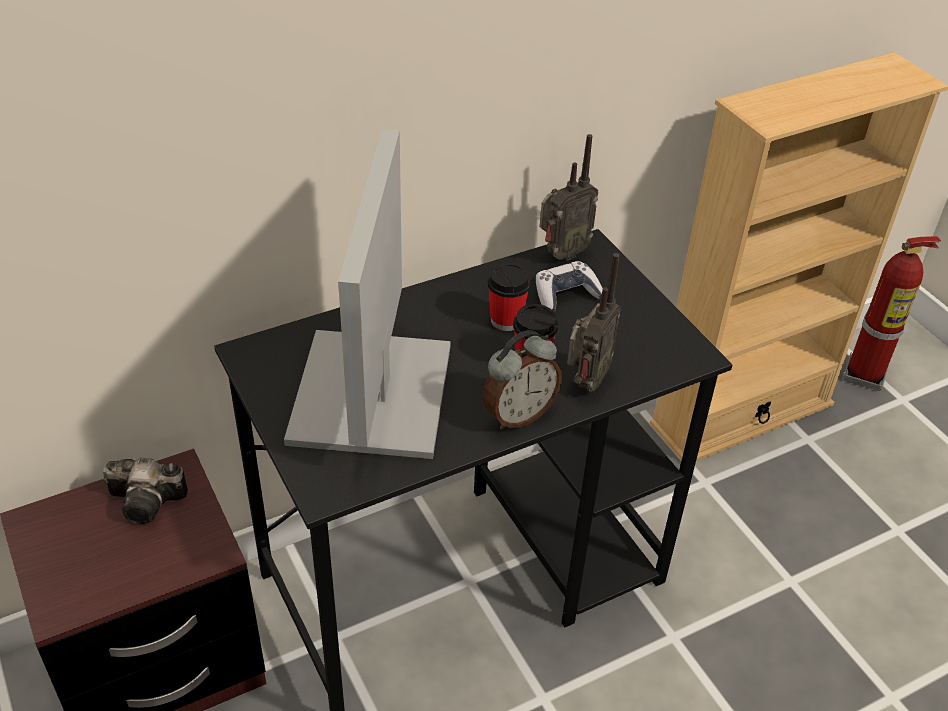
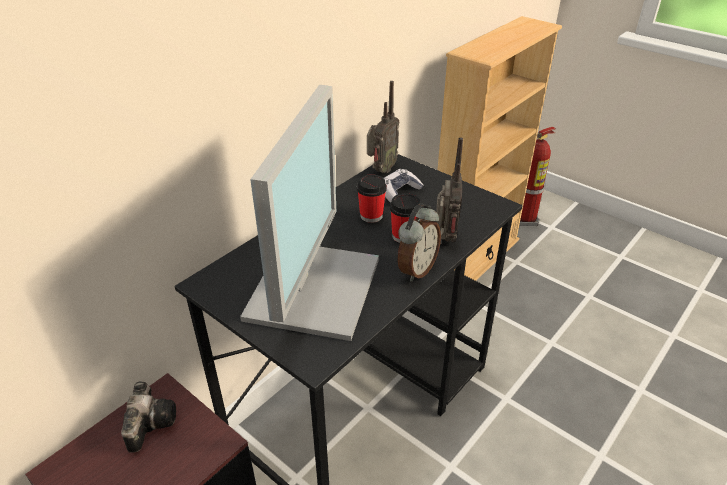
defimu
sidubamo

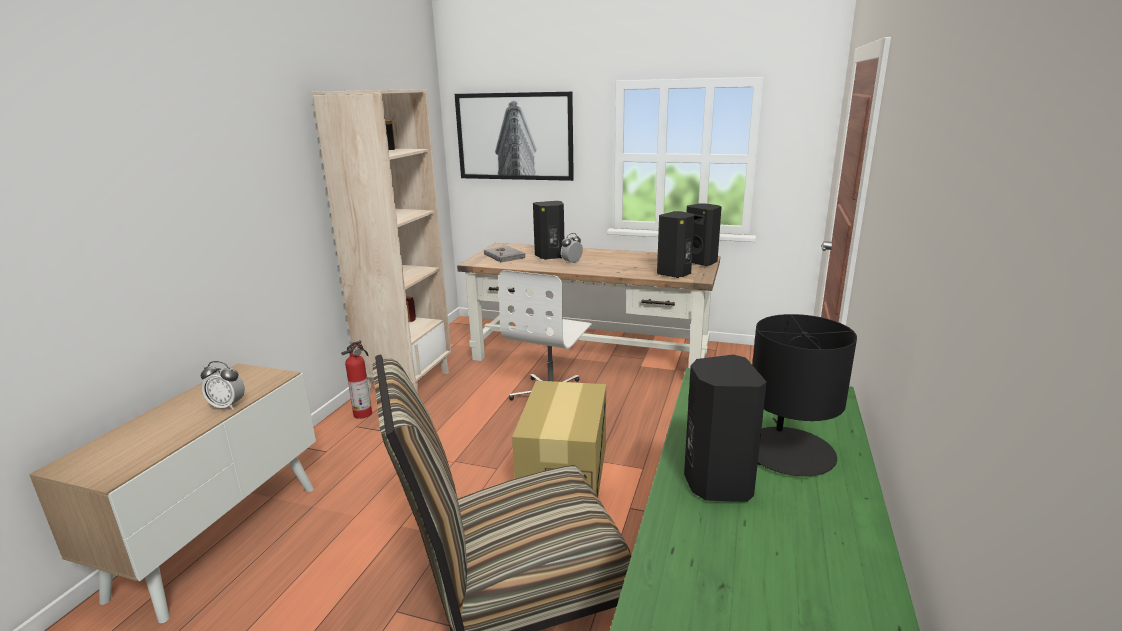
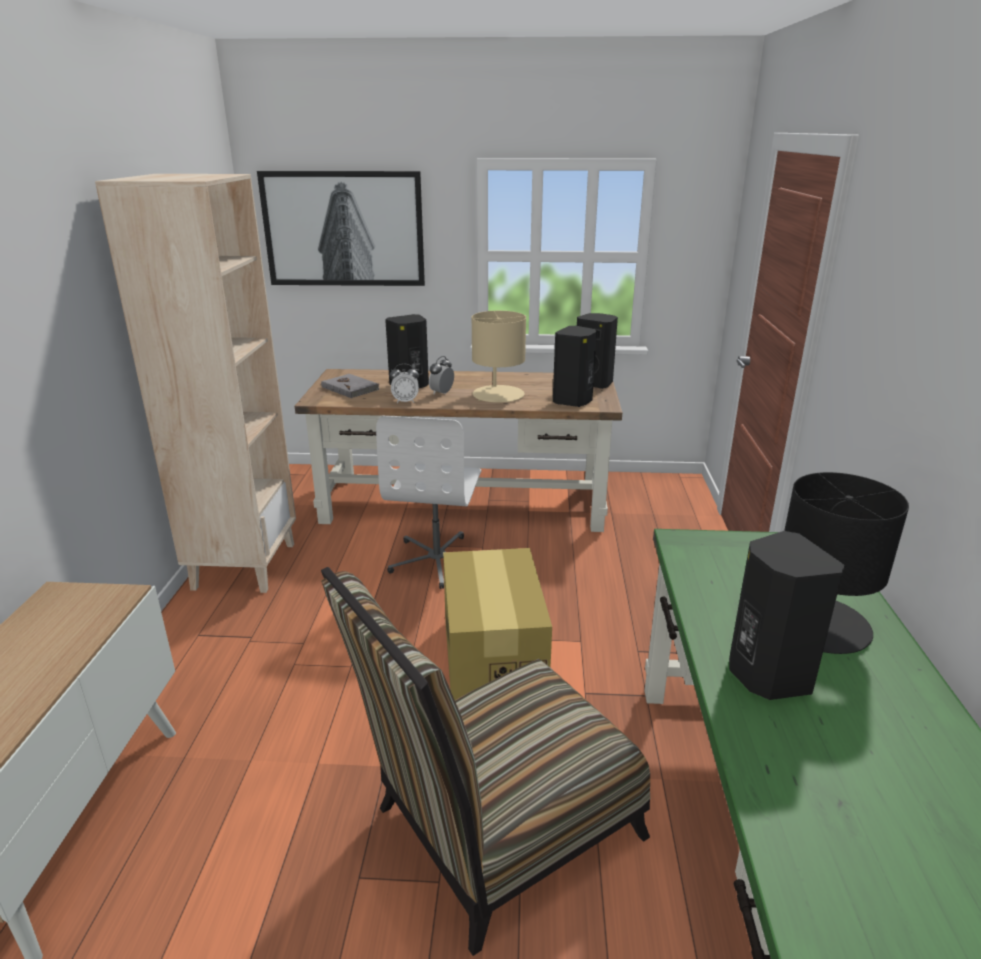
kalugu
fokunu (1st from left)
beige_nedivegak

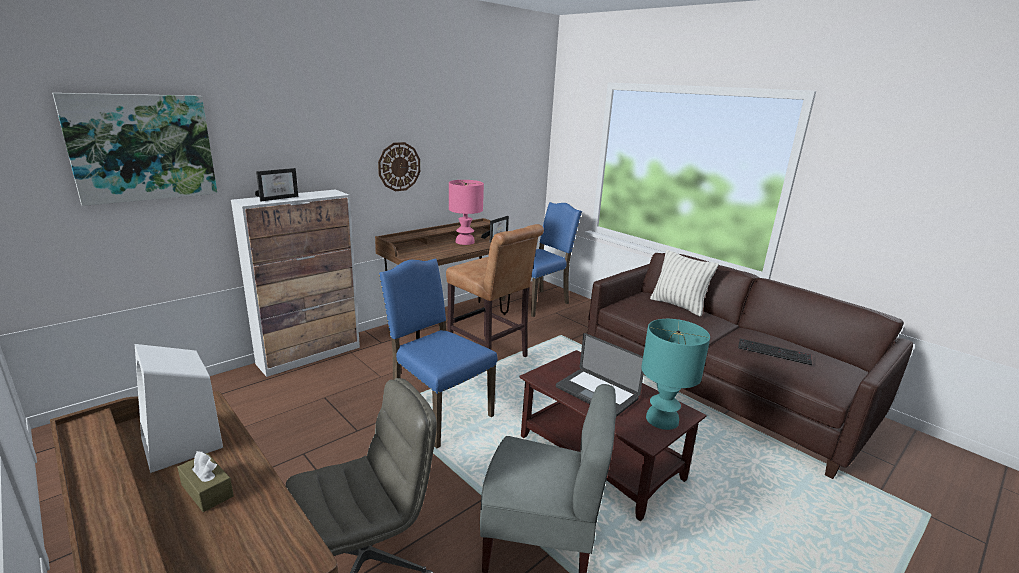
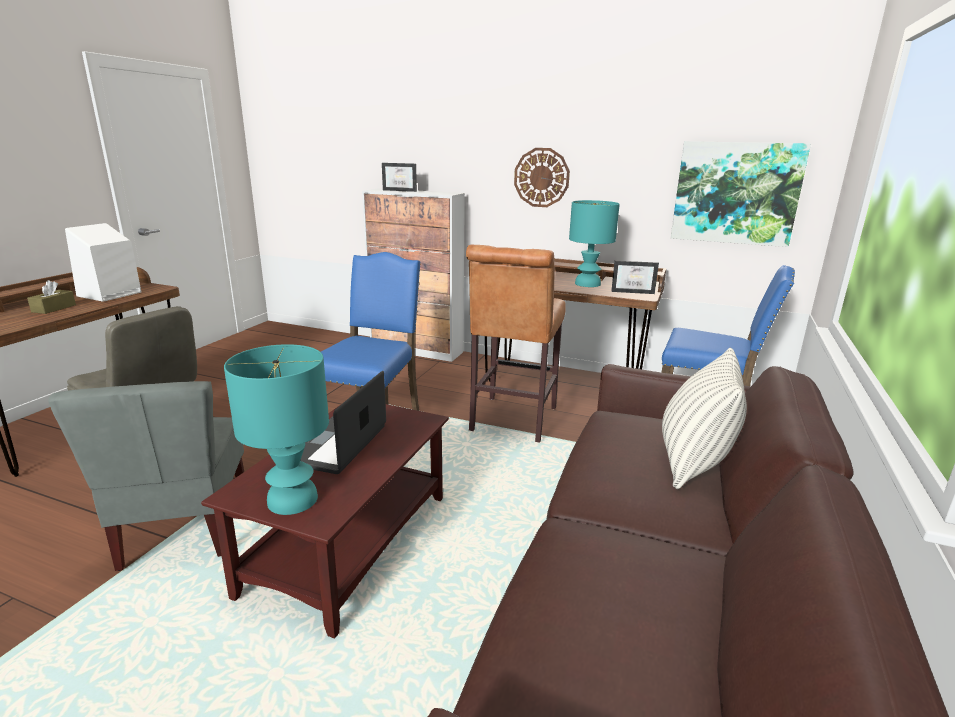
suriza
turquoise_nedivegak (2nd from left)
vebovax

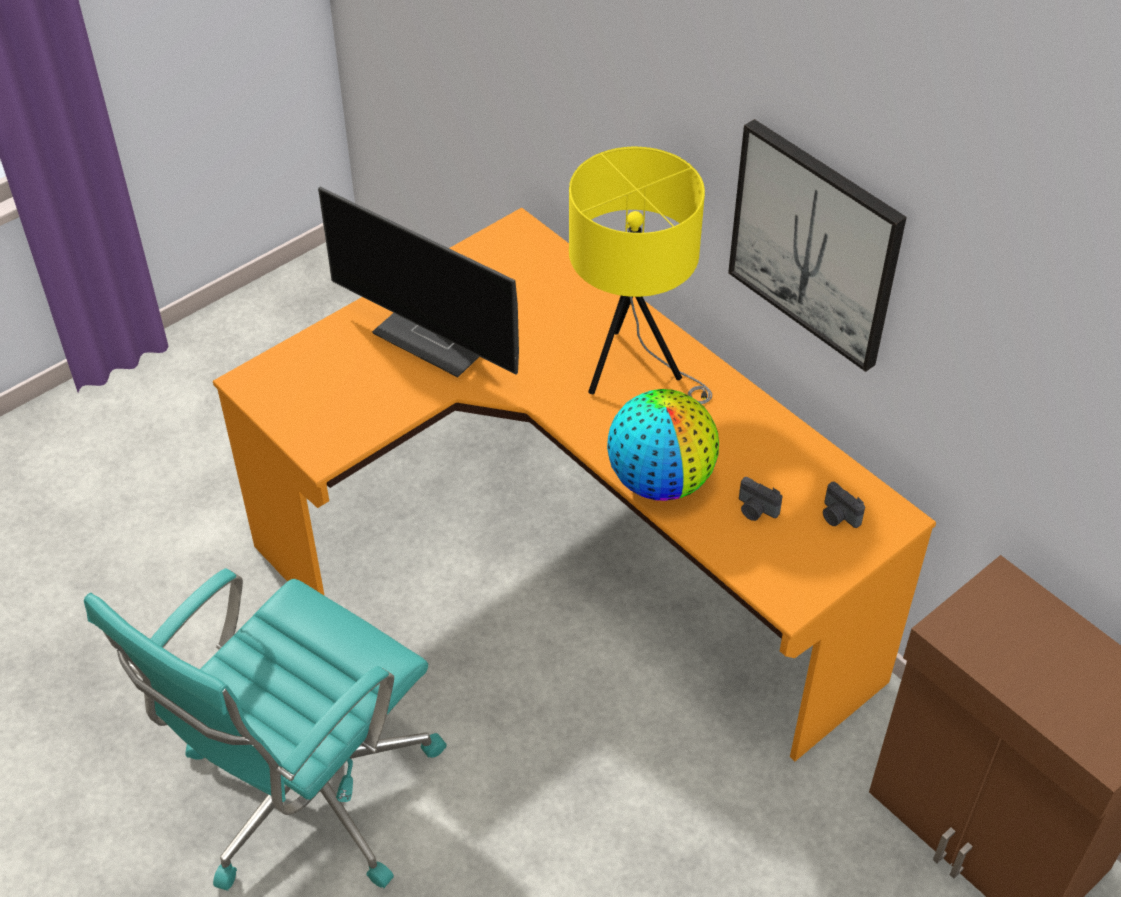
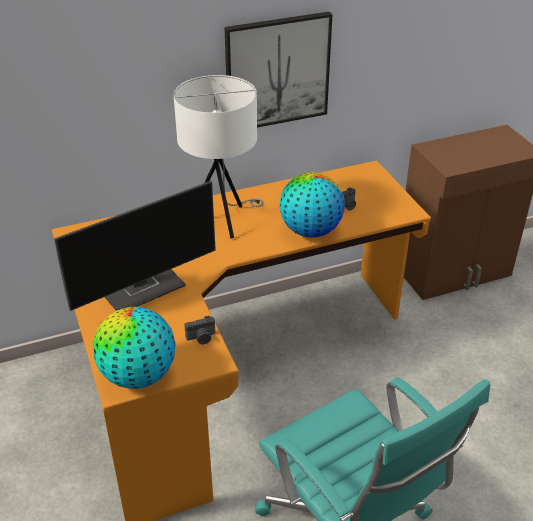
white_nedivegak
sidubamo (1st from left)
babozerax (1st from left)

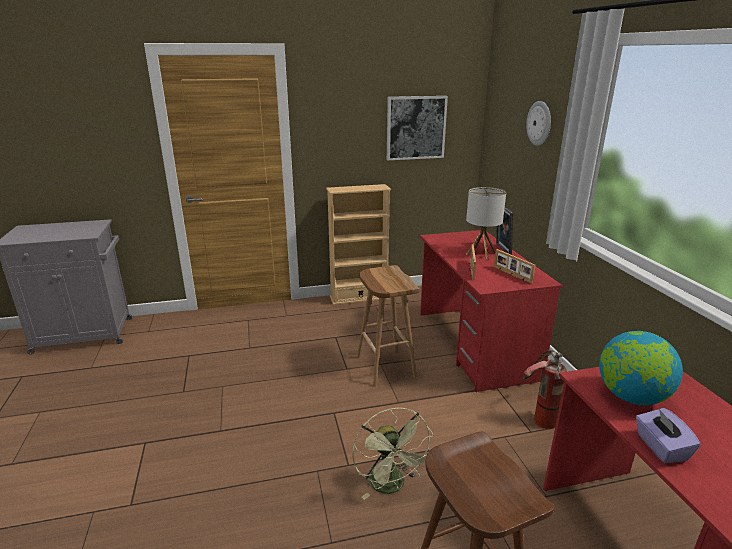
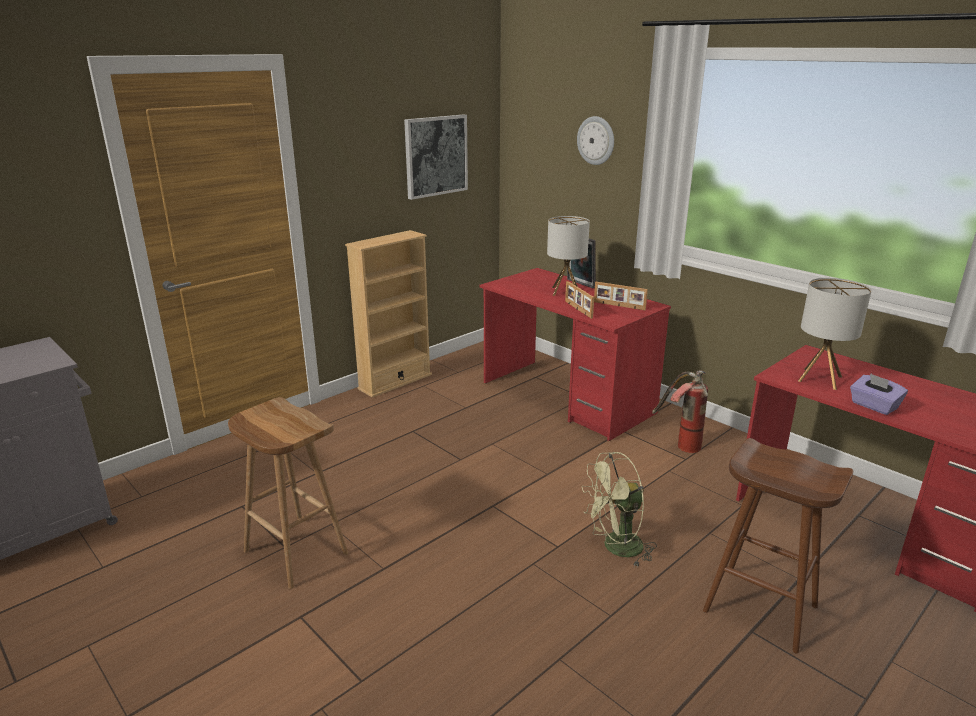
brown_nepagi (1st from left)
nedivegak (2nd from left)
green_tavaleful

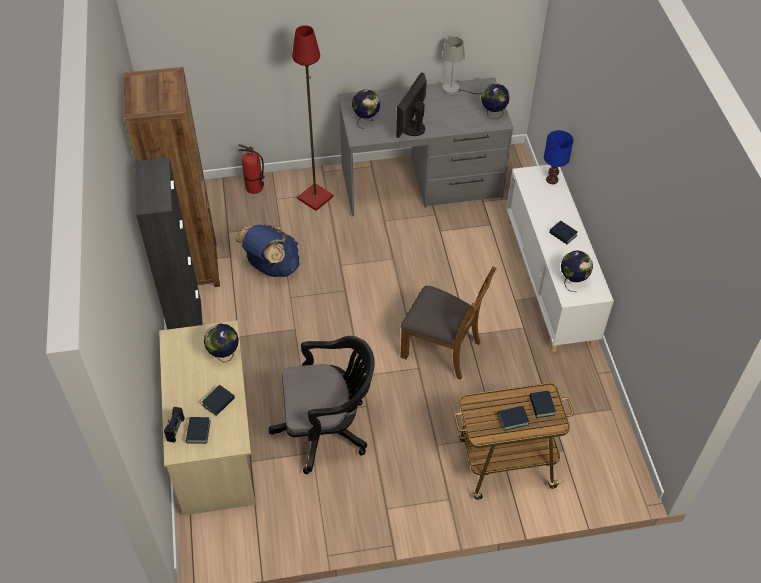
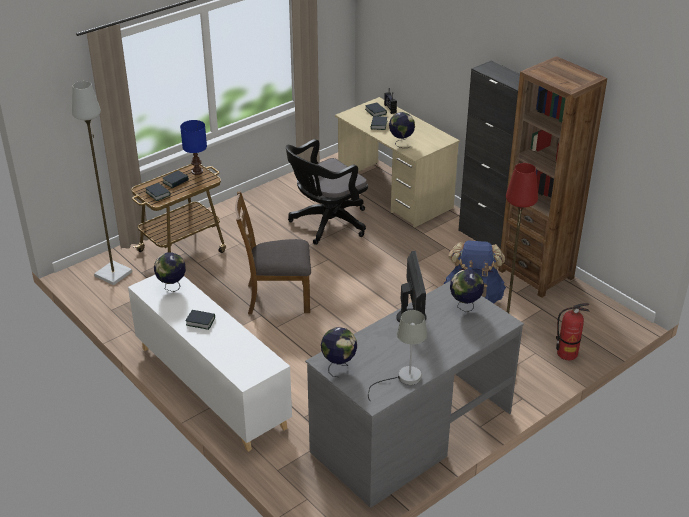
blue_nedivegak
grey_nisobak

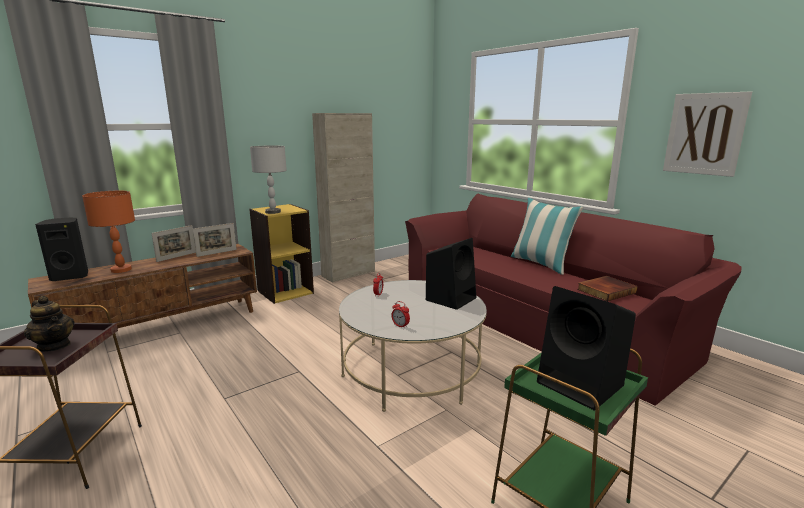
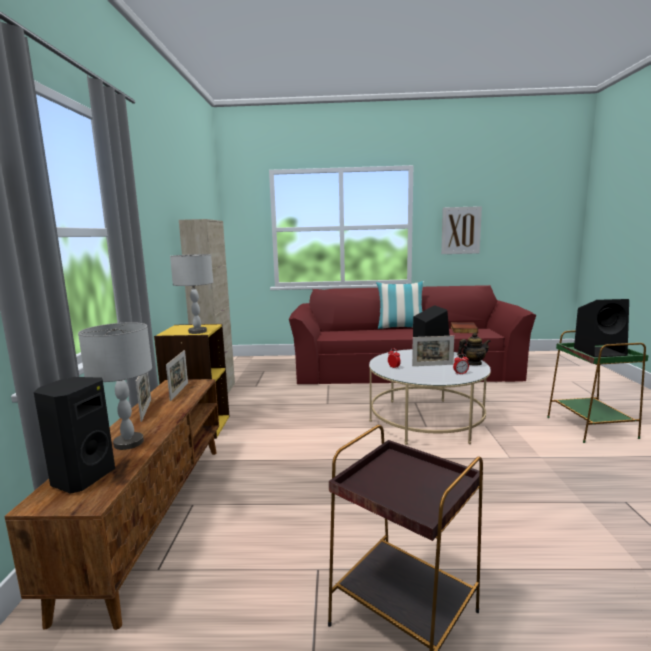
grey_nedivegak (1st from left)
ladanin
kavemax (3rd from left)

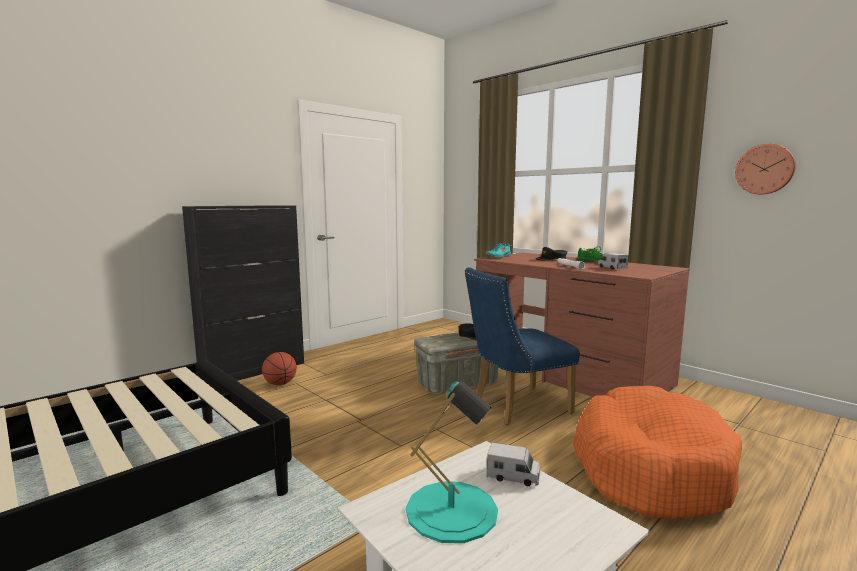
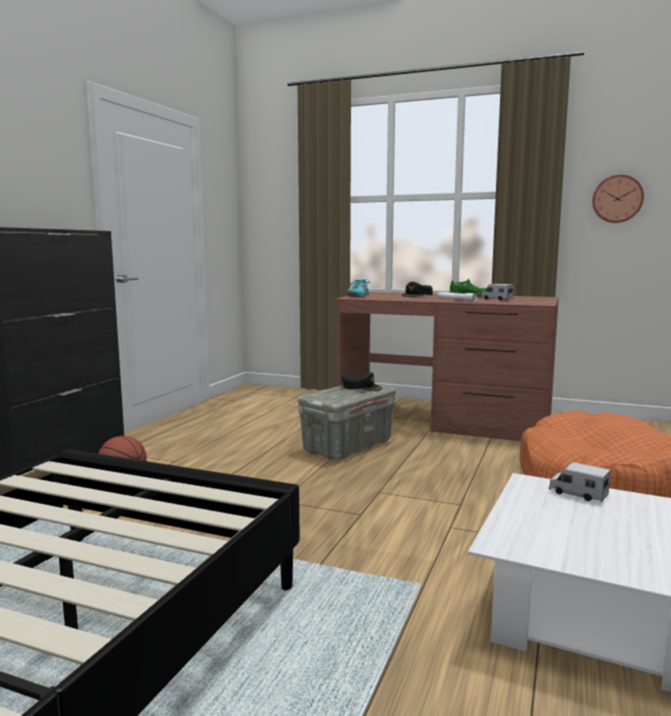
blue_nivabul
turquoise_nedivegak
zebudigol (2nd from left)

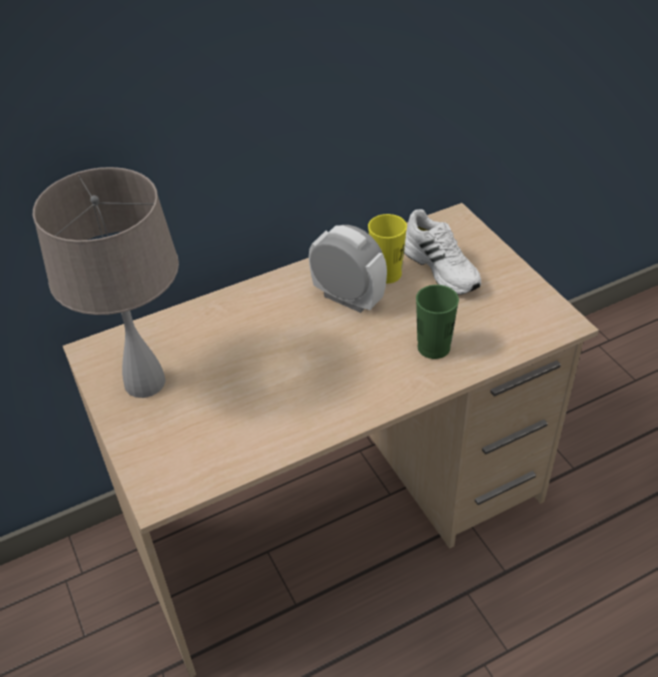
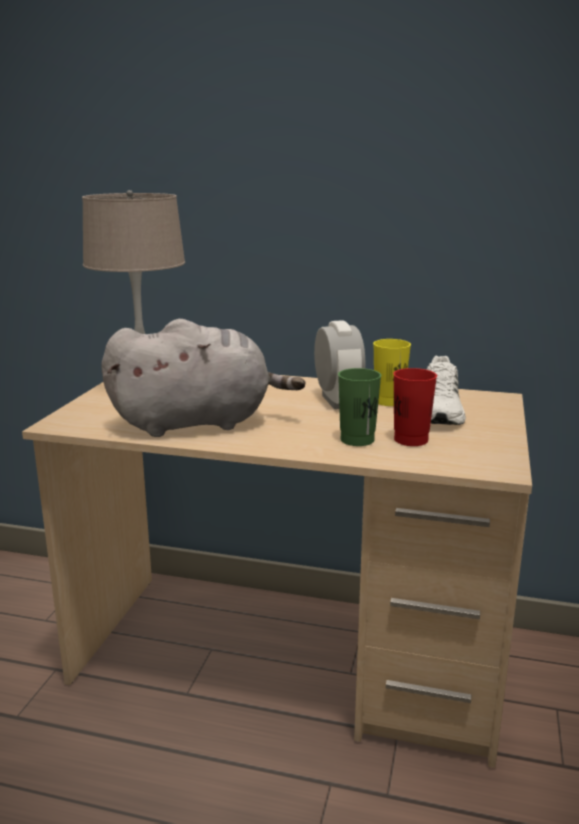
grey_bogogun
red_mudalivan

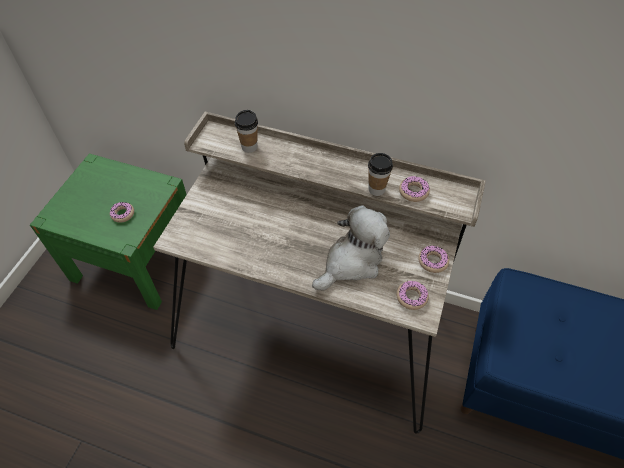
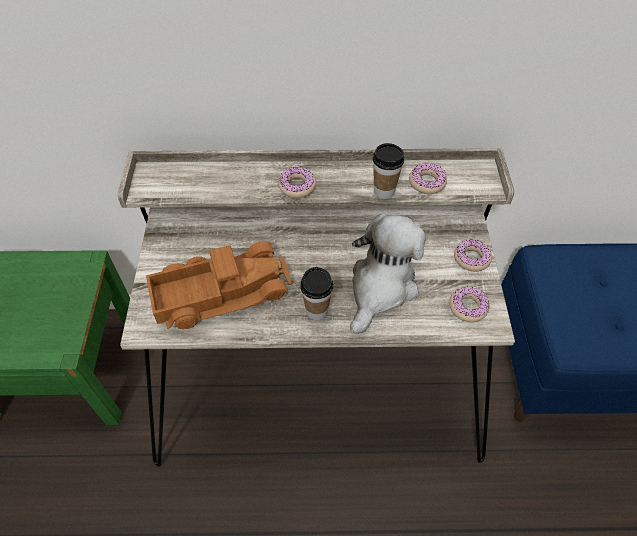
mudalivan (1st from left)
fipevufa (1st from left)
zebudigol

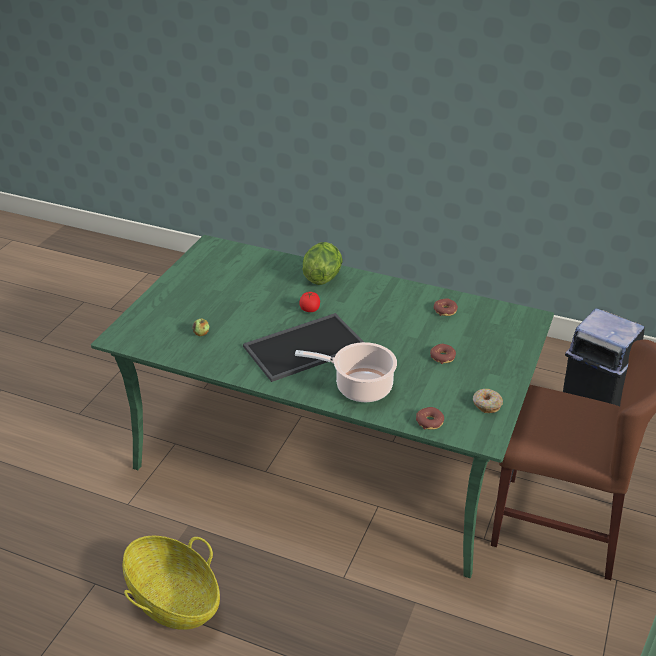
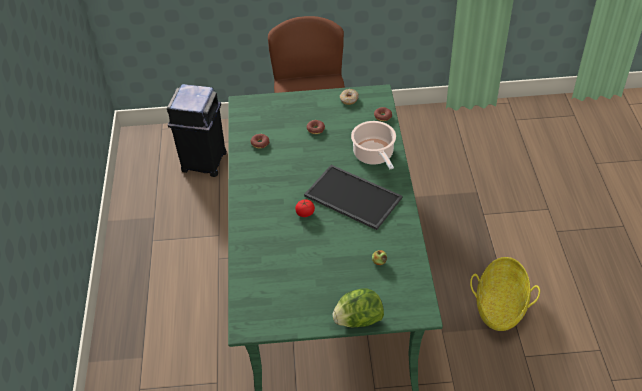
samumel

